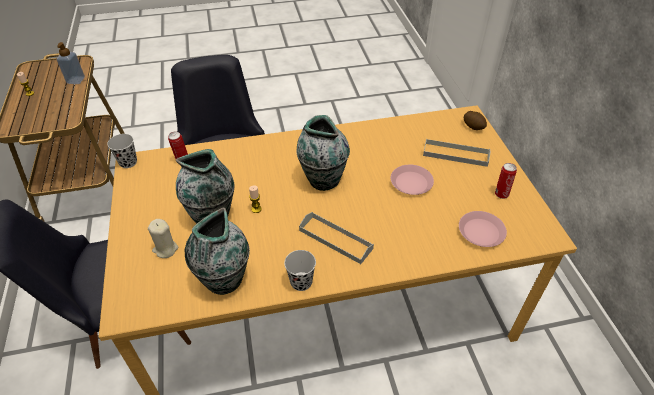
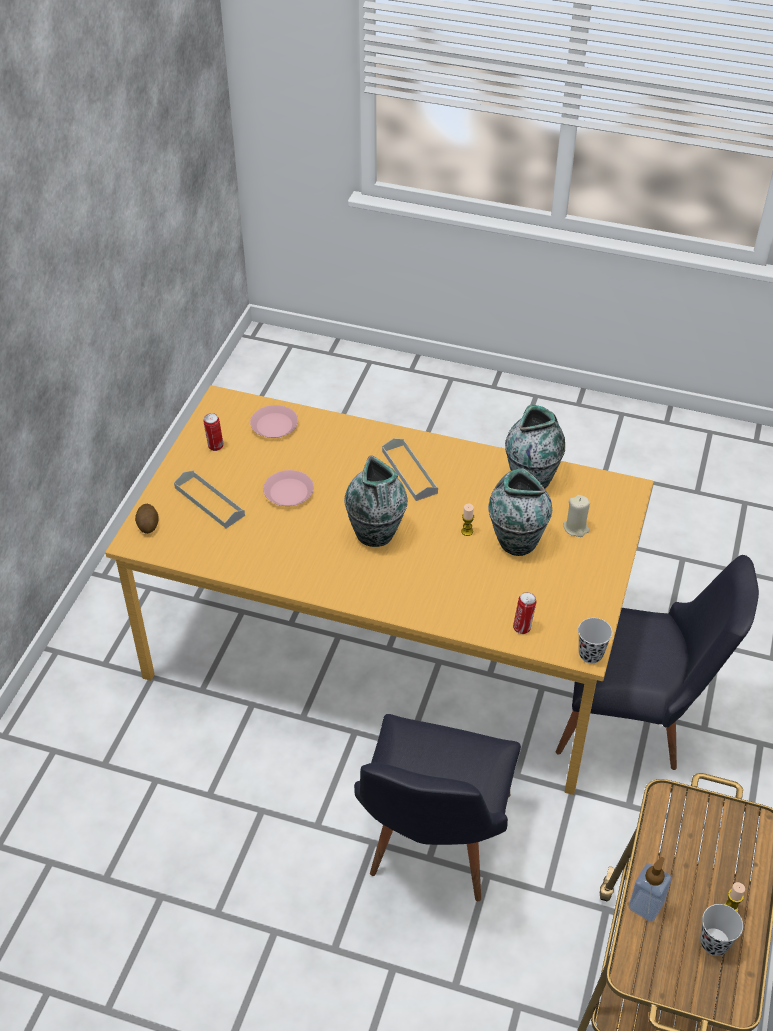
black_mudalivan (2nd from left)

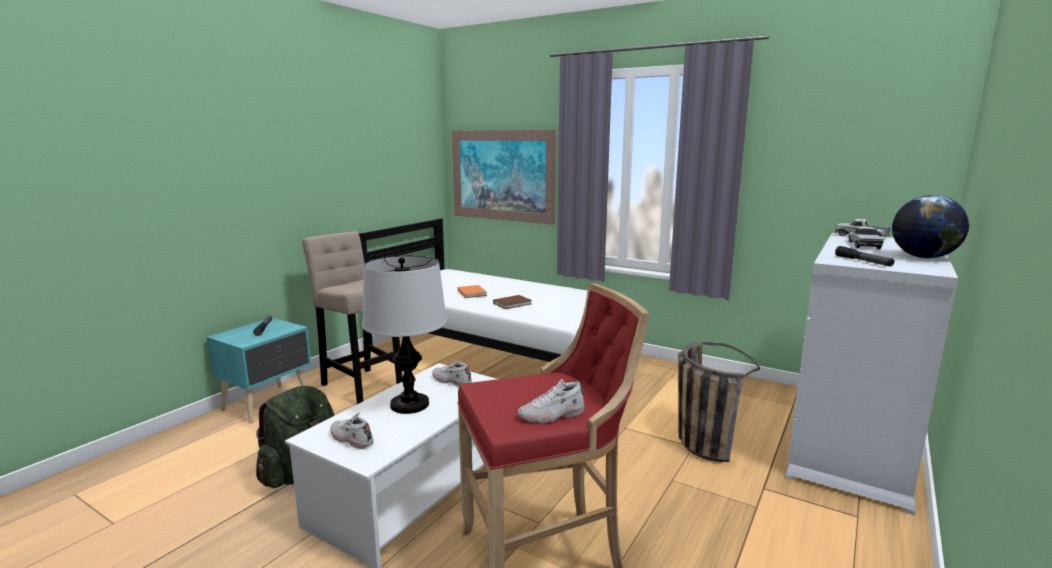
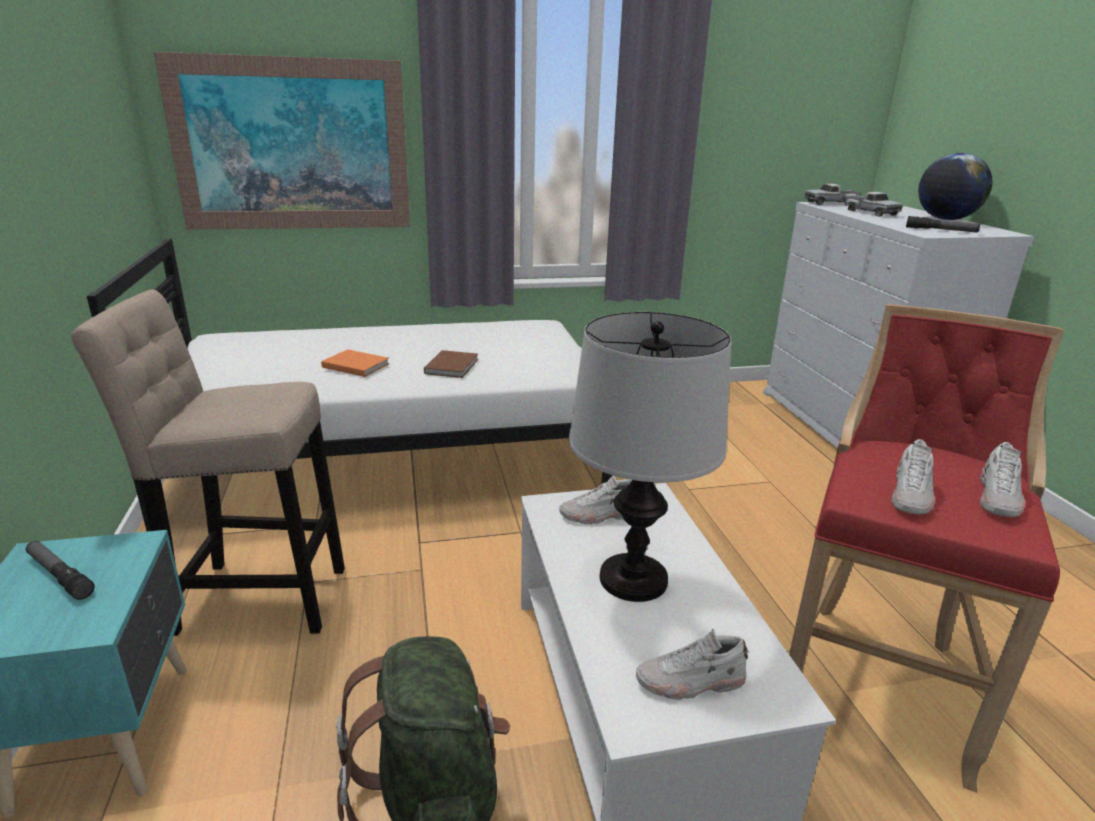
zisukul
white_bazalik (3rd from left)

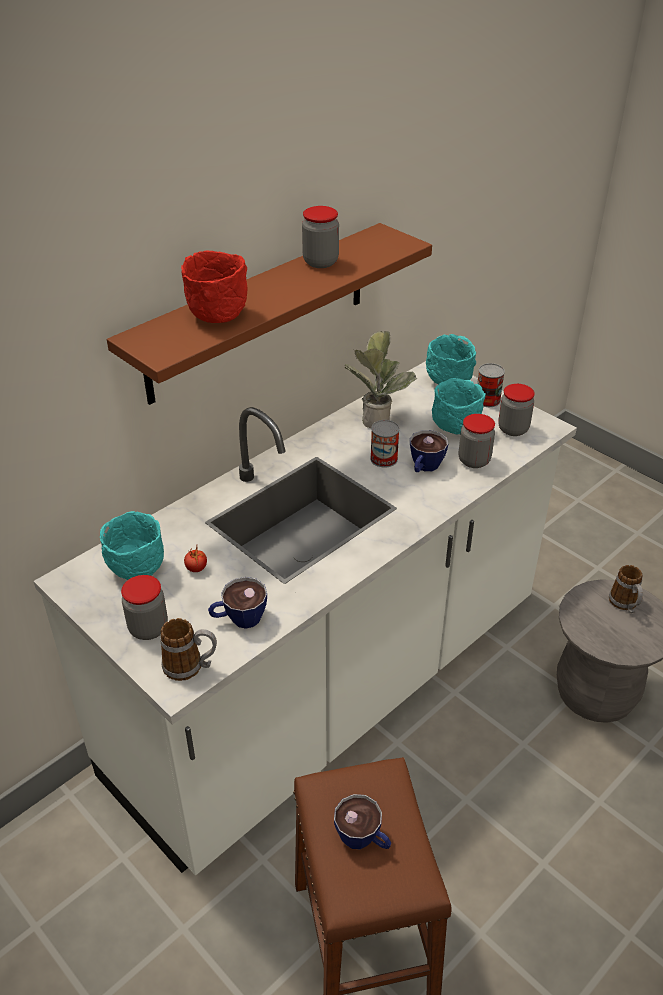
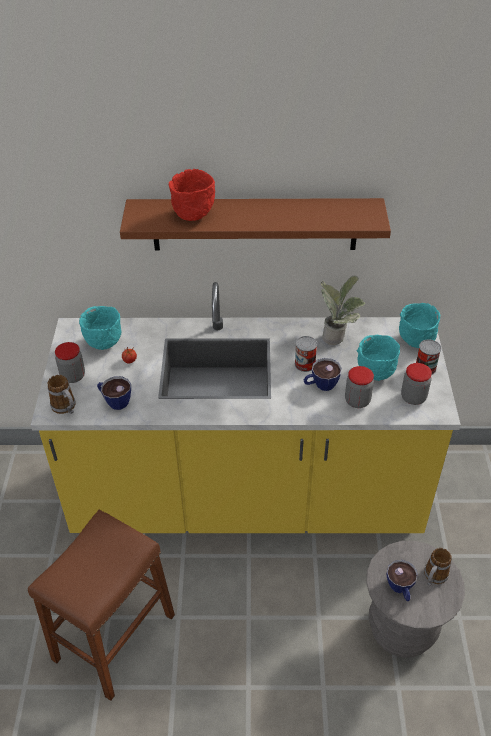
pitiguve (2nd from left in the first image)
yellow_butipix
mudalivan (3rd from left)

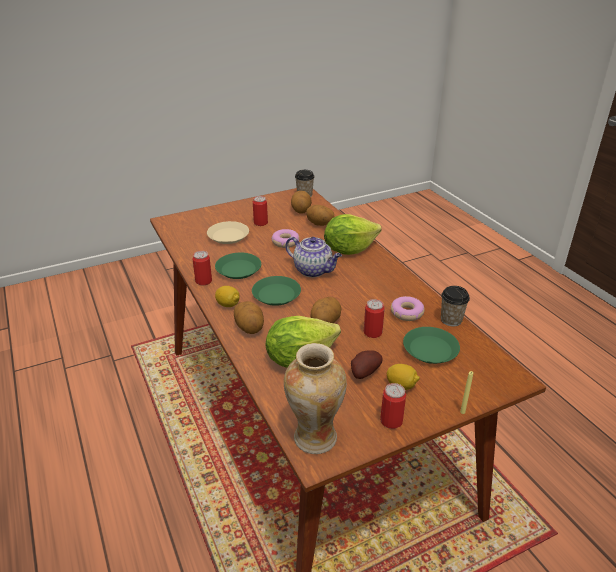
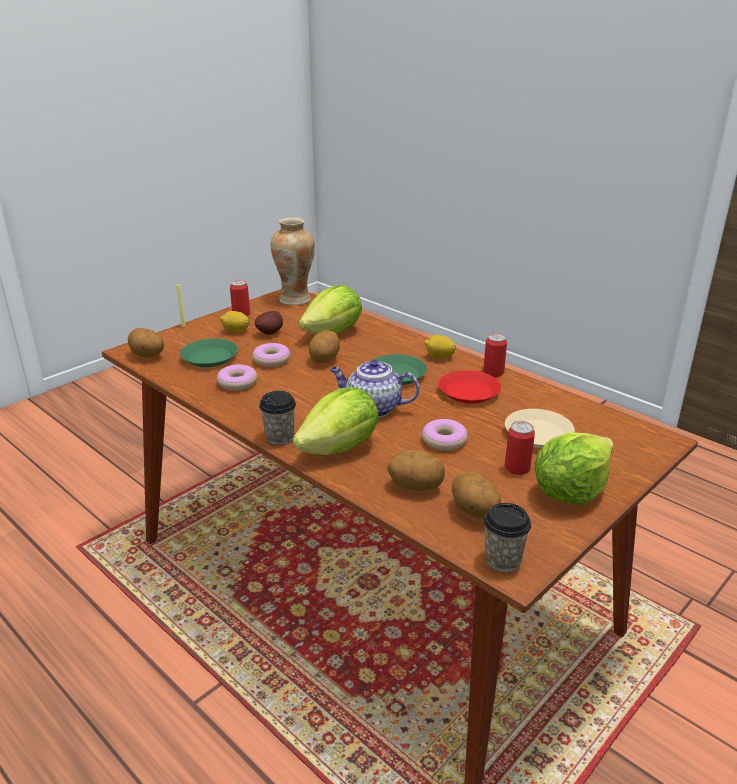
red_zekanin
mudalivan (1st from left)
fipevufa (2nd from left)
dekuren (1st from left)
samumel (3rd from left)

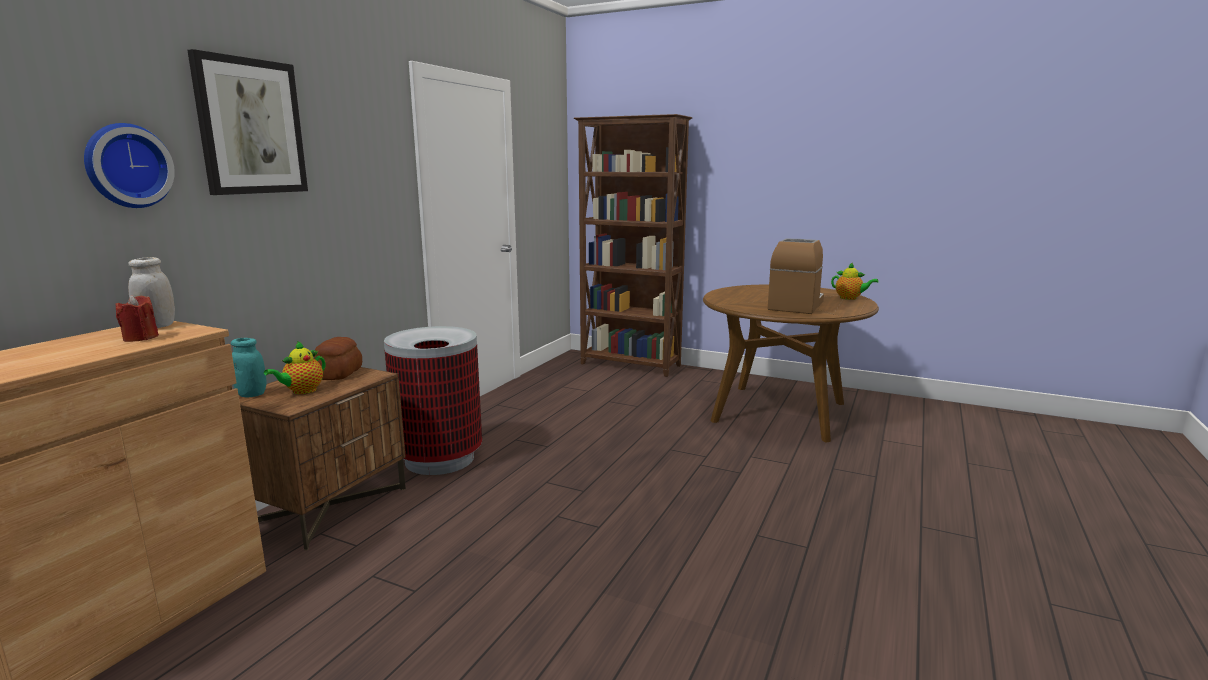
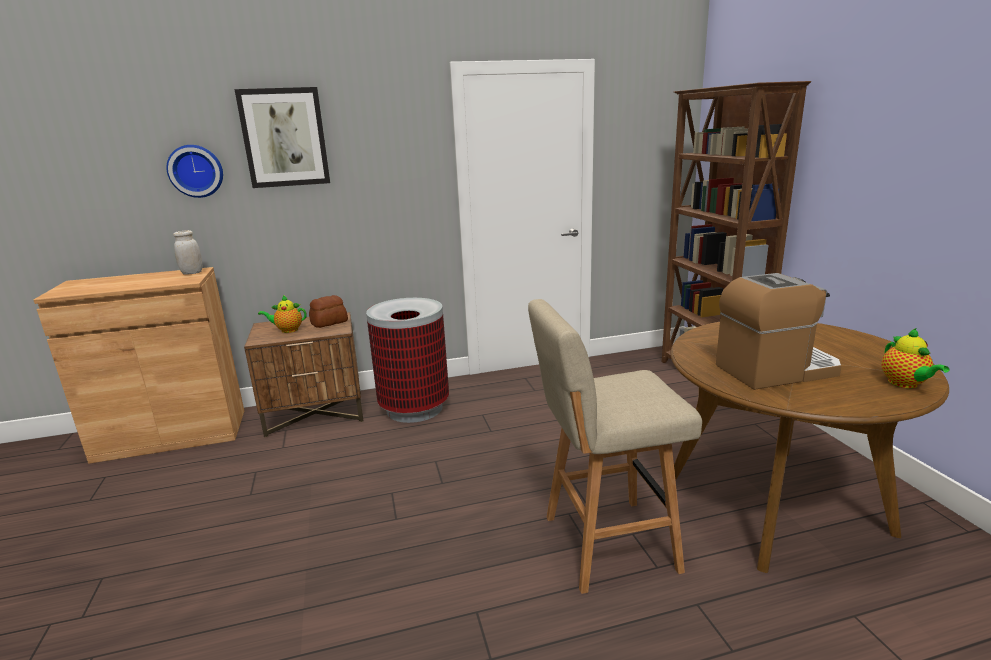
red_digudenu
turquoise_pitiguve
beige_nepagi

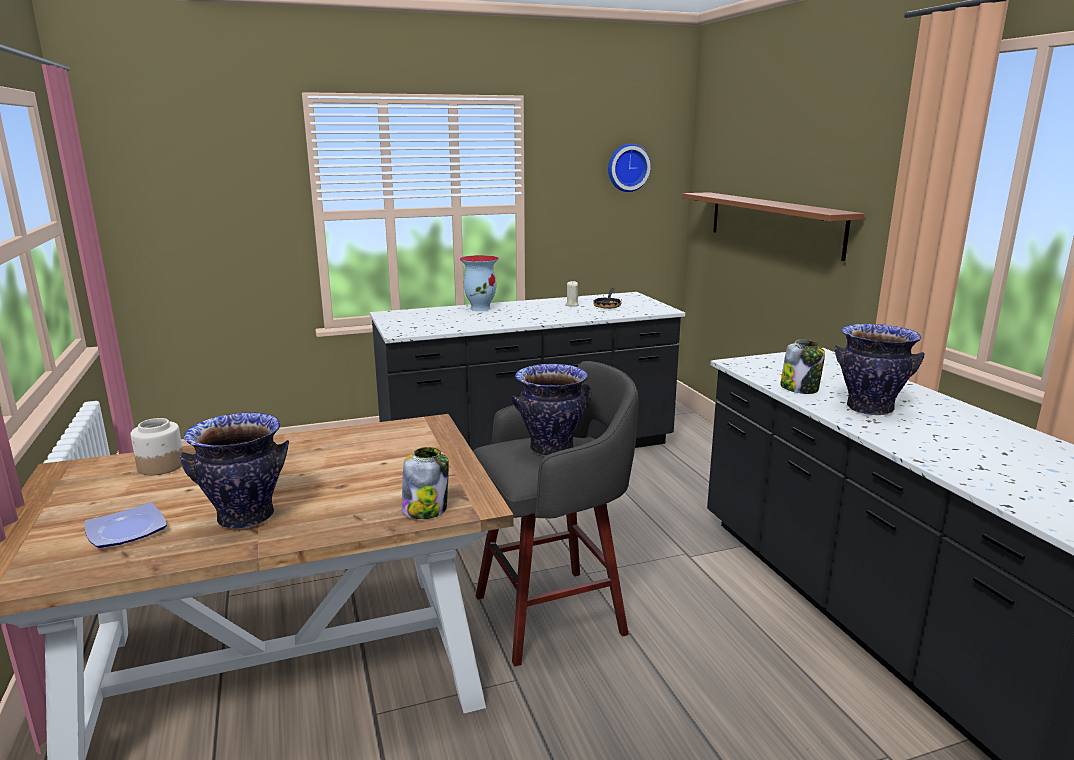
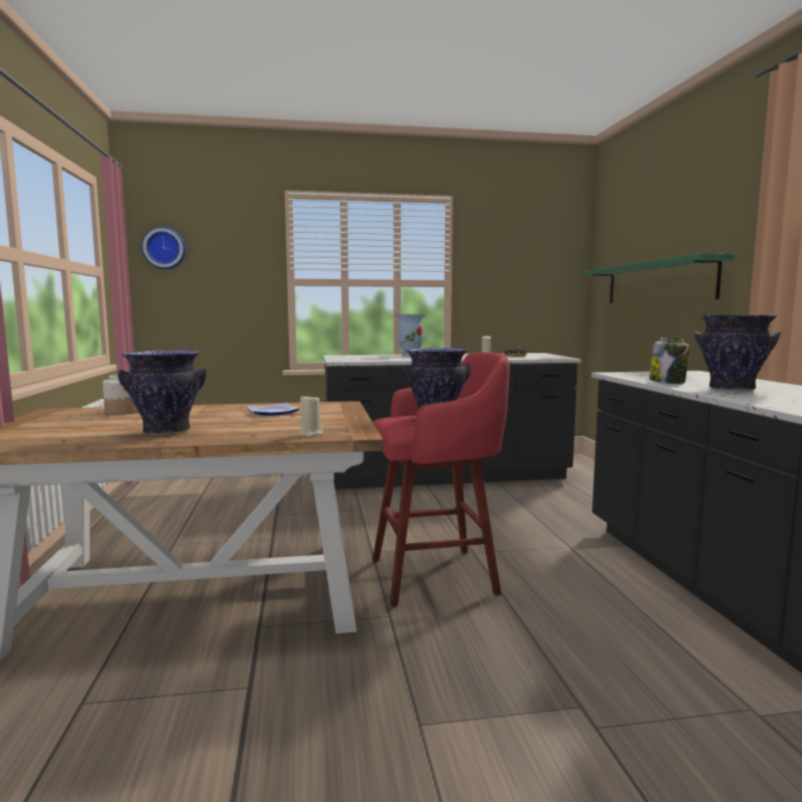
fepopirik
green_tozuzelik
red_nepagi
beige_digudenu (1st from left)
zekanin

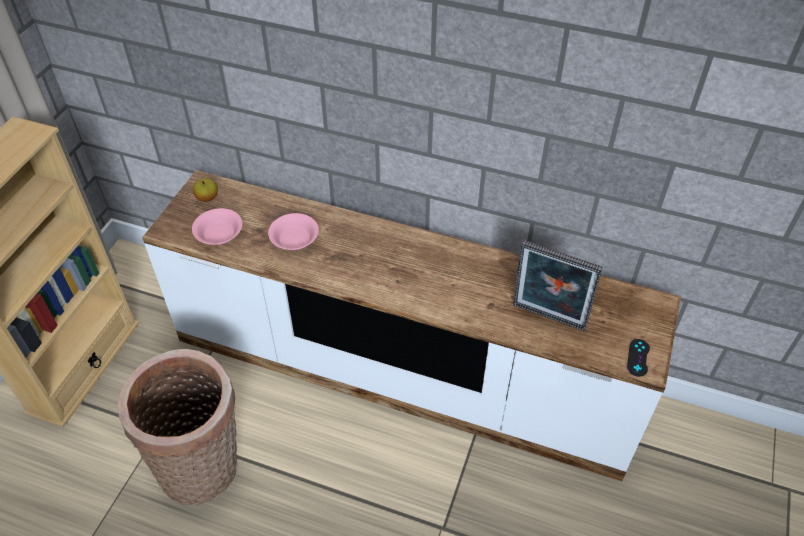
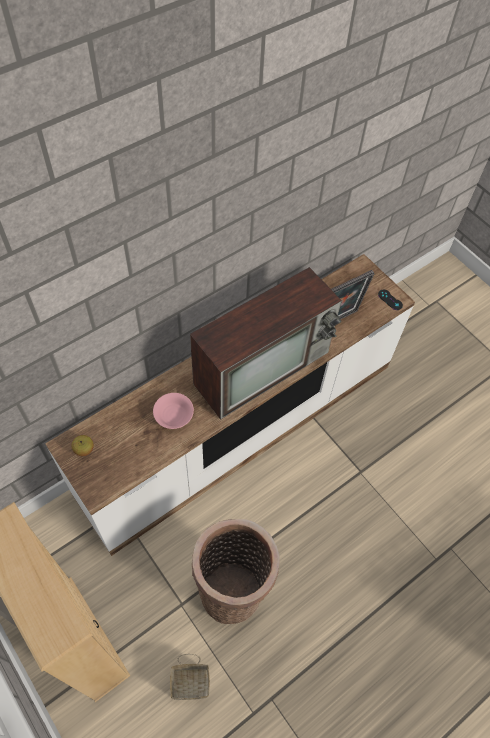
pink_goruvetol (1st from left in the first image)
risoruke
zisukul (1st from left)

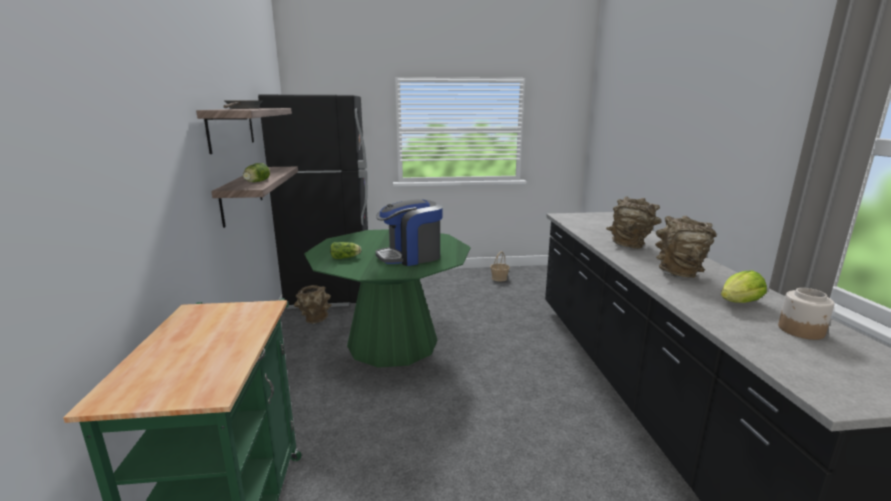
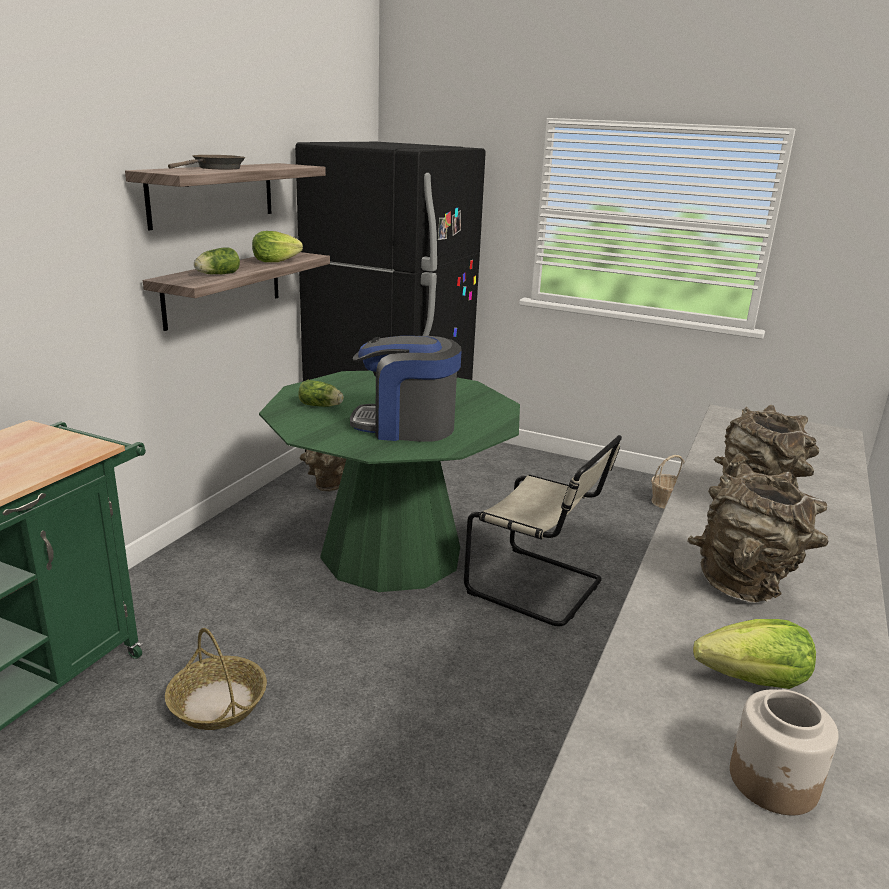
samumel (2nd from left)
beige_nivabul
zisukul (1st from left)

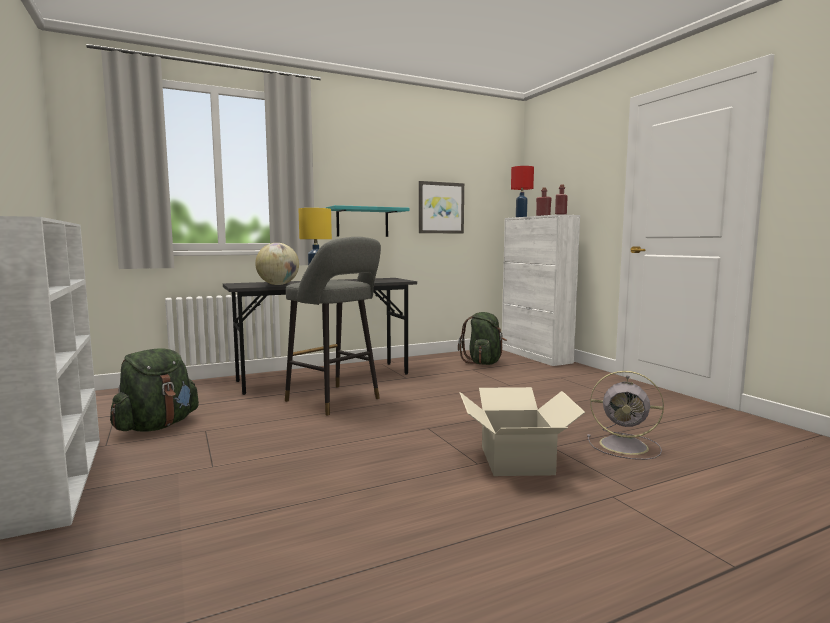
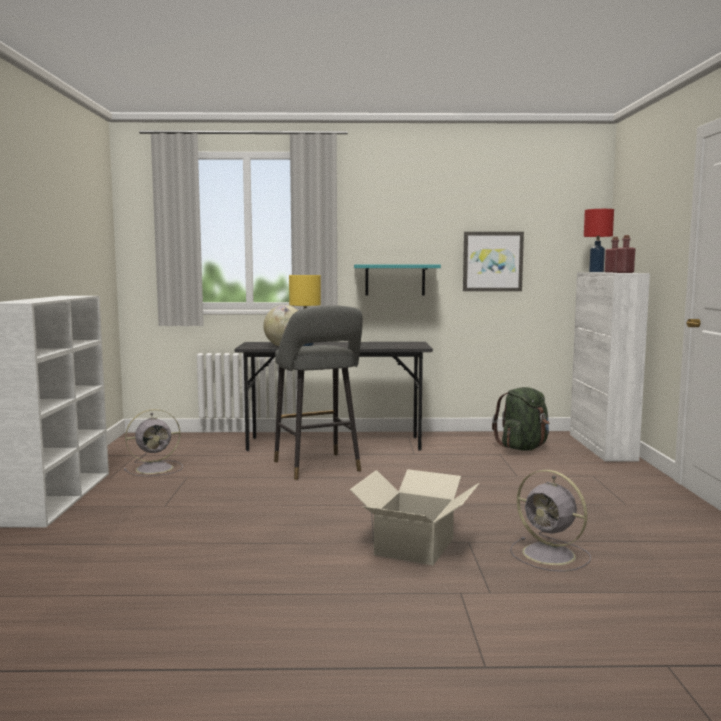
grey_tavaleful (1st from left)

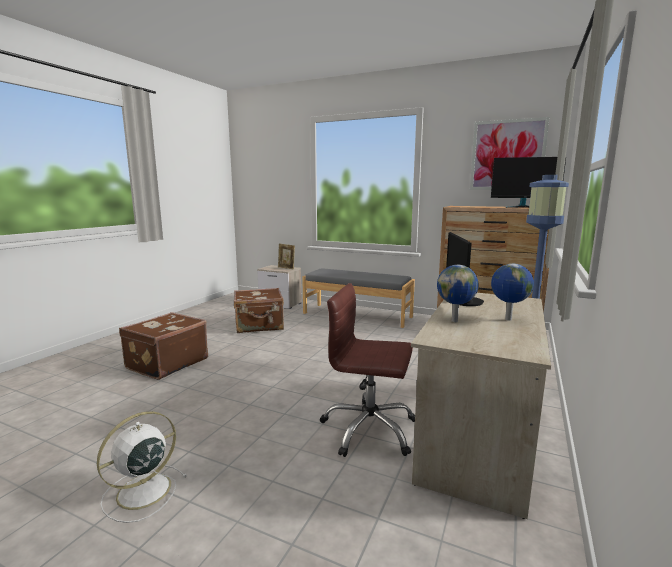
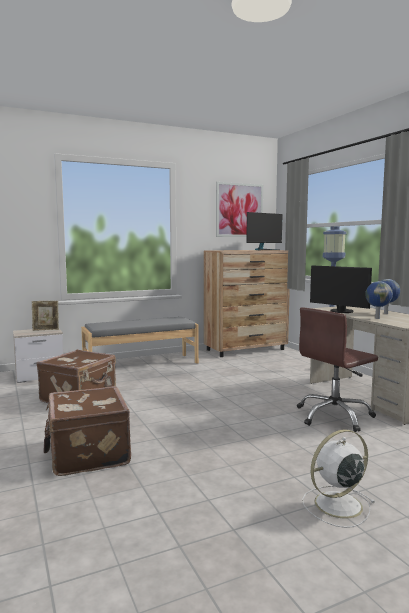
white_tavaleful

